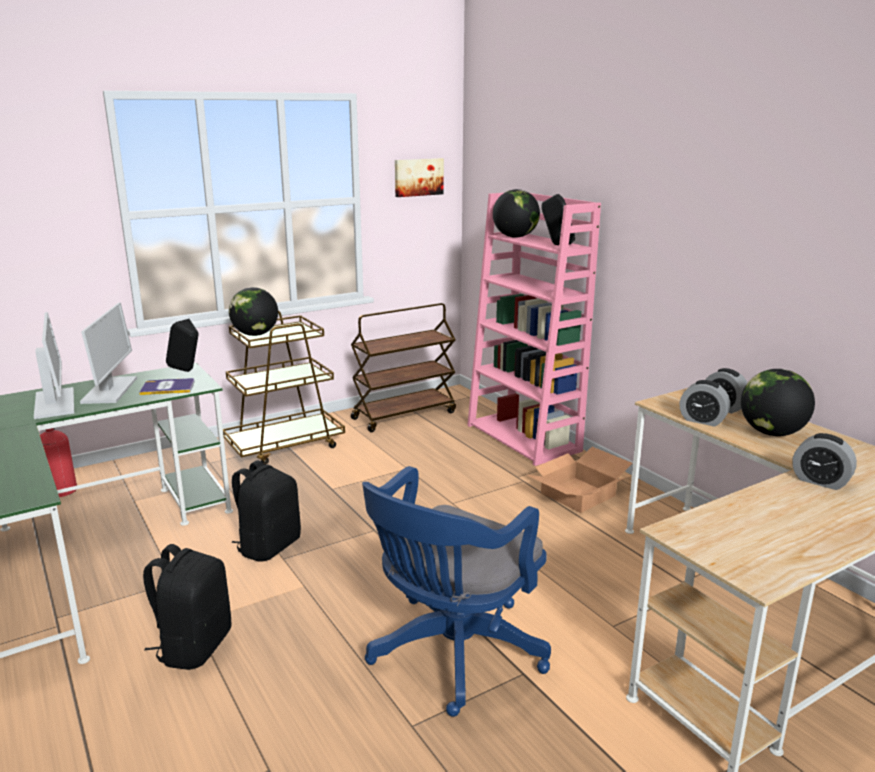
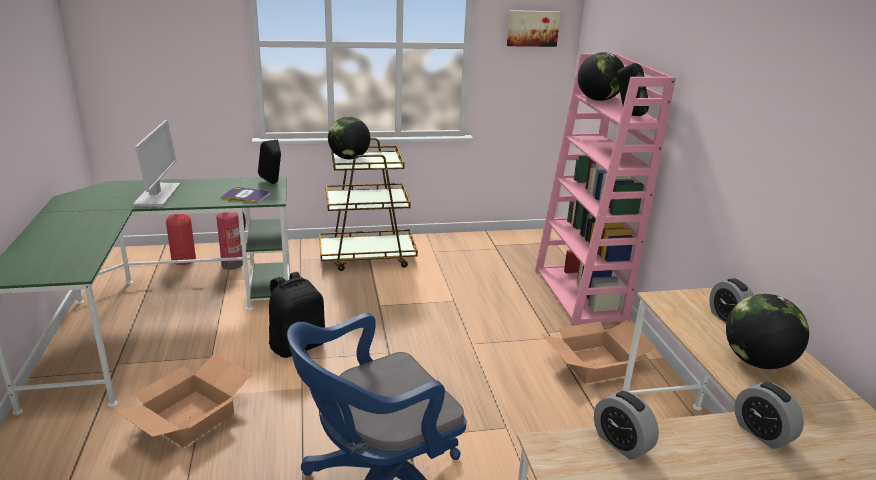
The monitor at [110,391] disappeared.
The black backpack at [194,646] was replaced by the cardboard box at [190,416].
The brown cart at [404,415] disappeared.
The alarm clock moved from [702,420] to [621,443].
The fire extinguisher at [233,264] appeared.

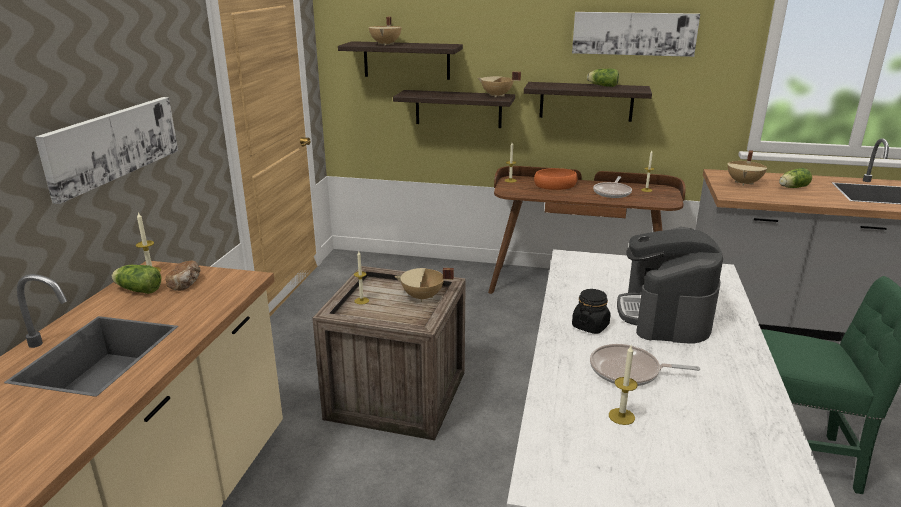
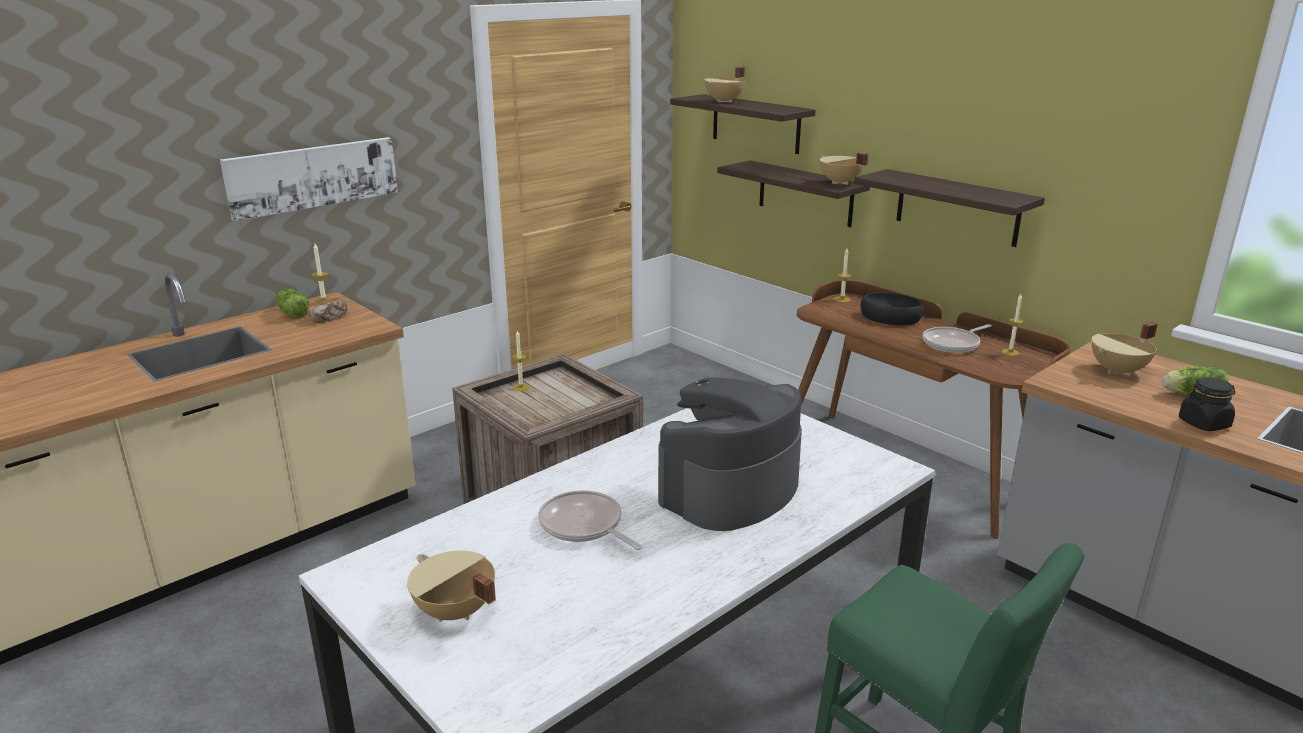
The beige cooking pot moved from [422,297] to [454,612].
The orange bowl at [555,185] became the black bowl at [891,317].
The picture at [634,33] disappeared.
The black jar moved from [590,326] to [1204,423].
The lettuce at [602,85] disappeared.
The candle at [621,416] disappeared.

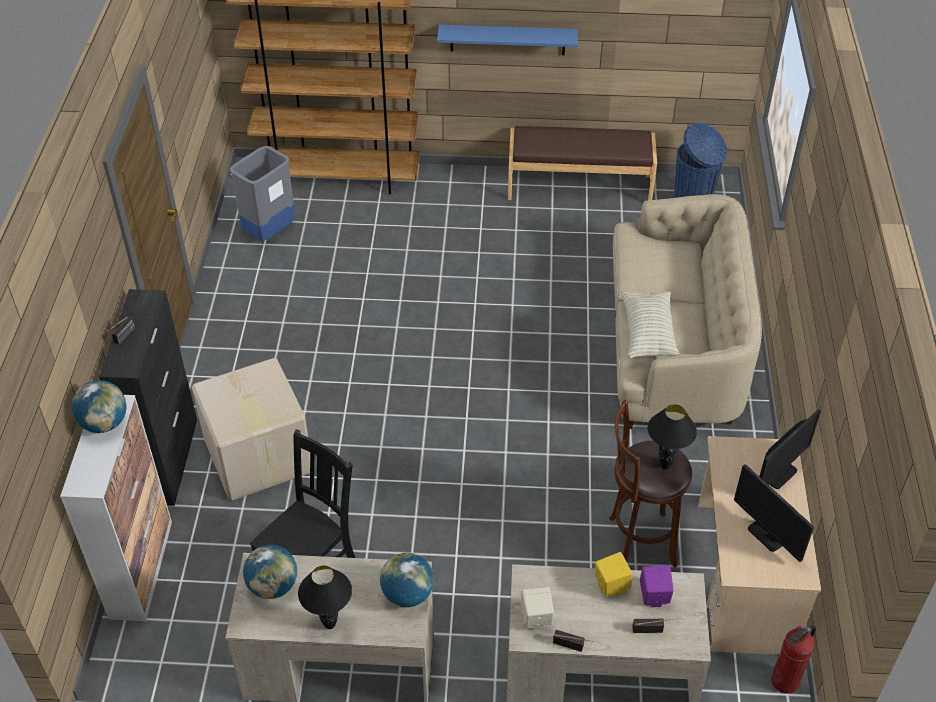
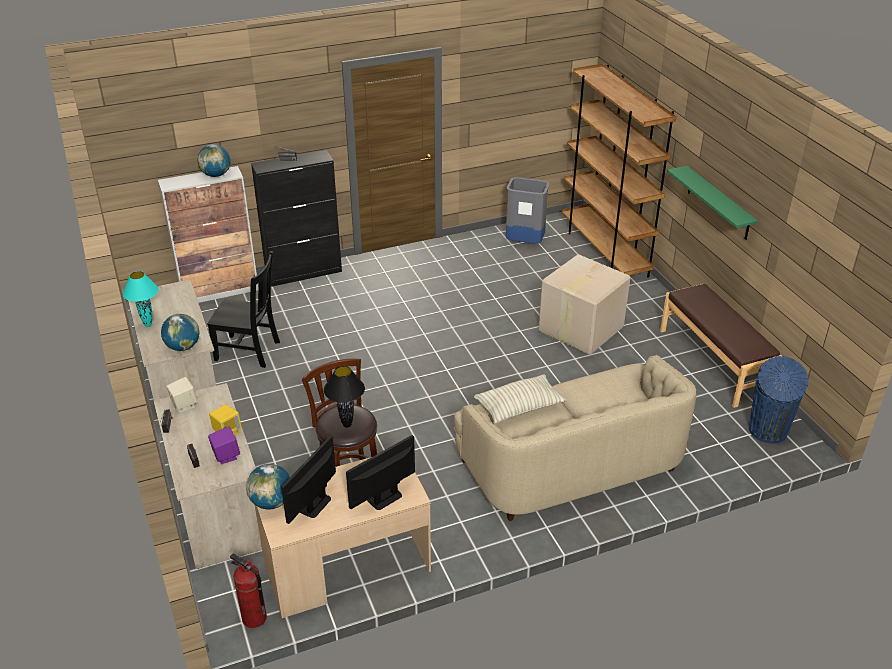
The cardboard box moved from [257,457] to [579,329].
The globe moved from [273,586] to [271,502].
The black table lamp at [330,625] became the turquoise table lamp at [147,325].
The blue shelf at [507,39] became the green shelf at [718,203].
The monitor at [778,473] turned 120 degrees clockwise.

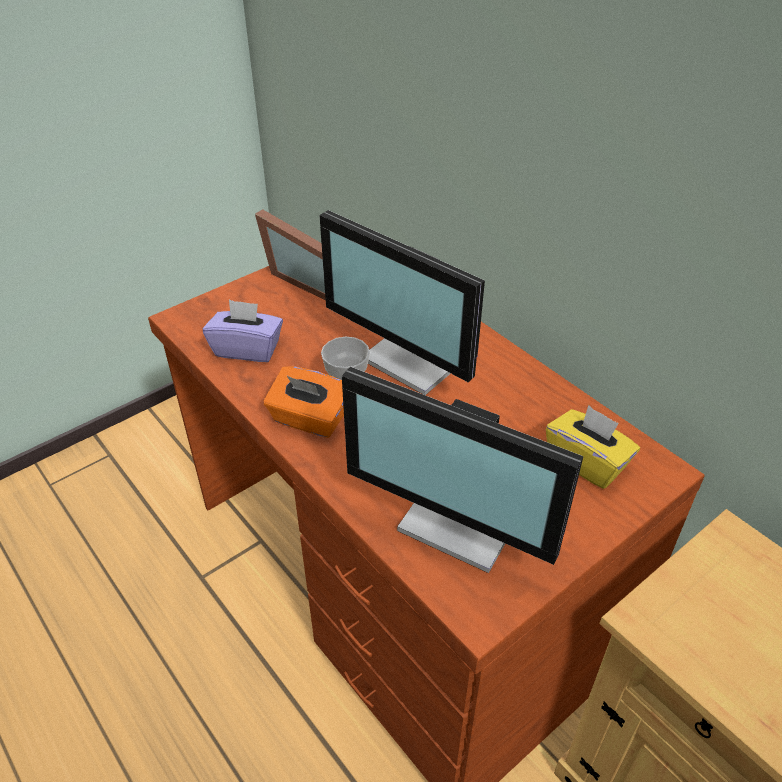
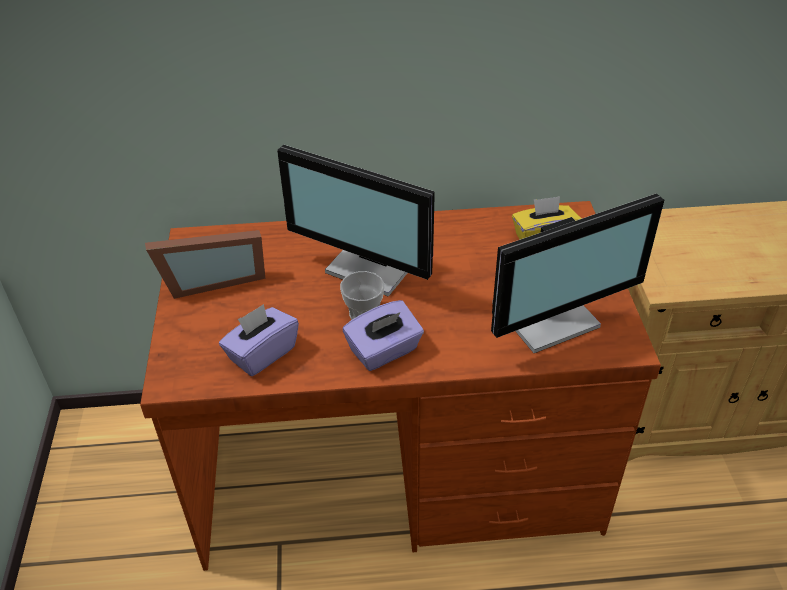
The orange tissue box at [309,419] became the purple tissue box at [384,351].
The monitor at [416,359] turned 45 degrees clockwise.

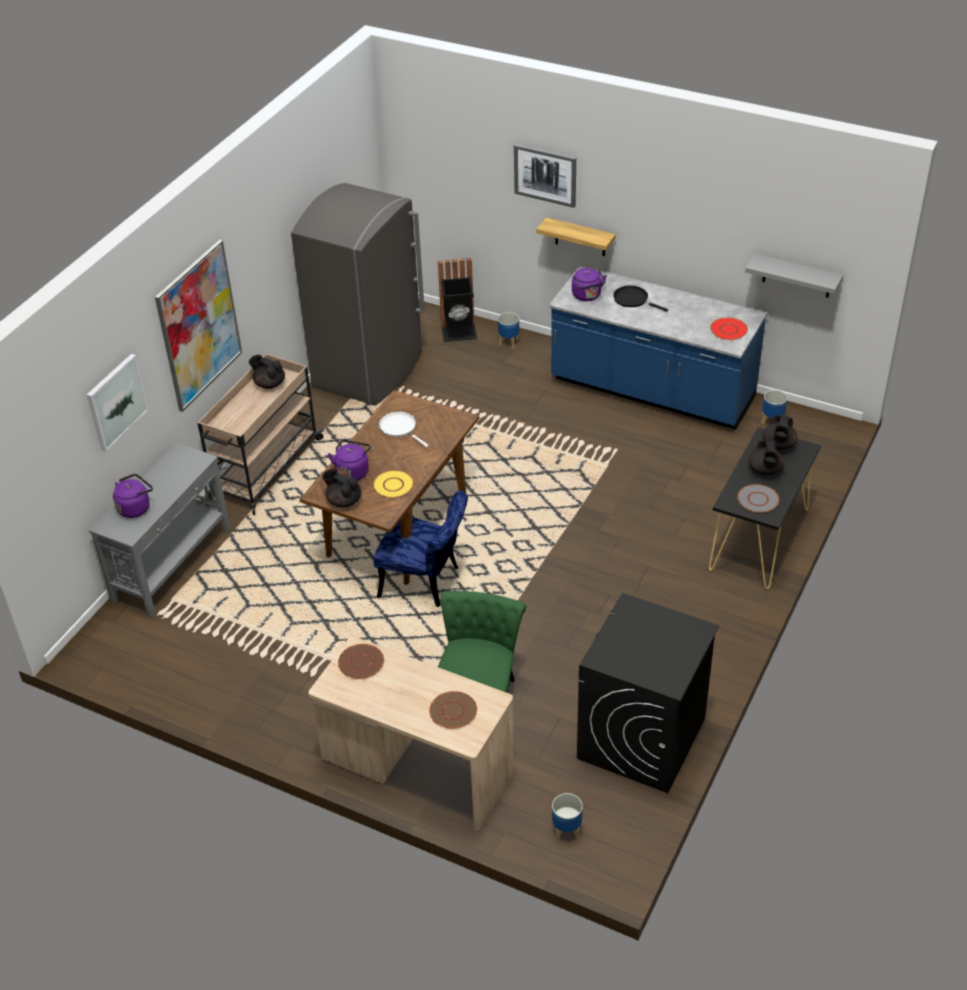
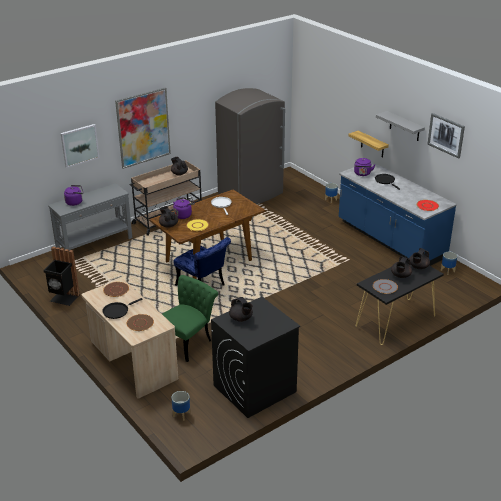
The black trash can moved from [459,333] to [64,298].
The picture moved from [545,175] to [446,135].
The grey shelf moved from [796,276] to [404,126].
The black frying pan at [117,311] appeared.
The black teapot at [241,318] appeared.

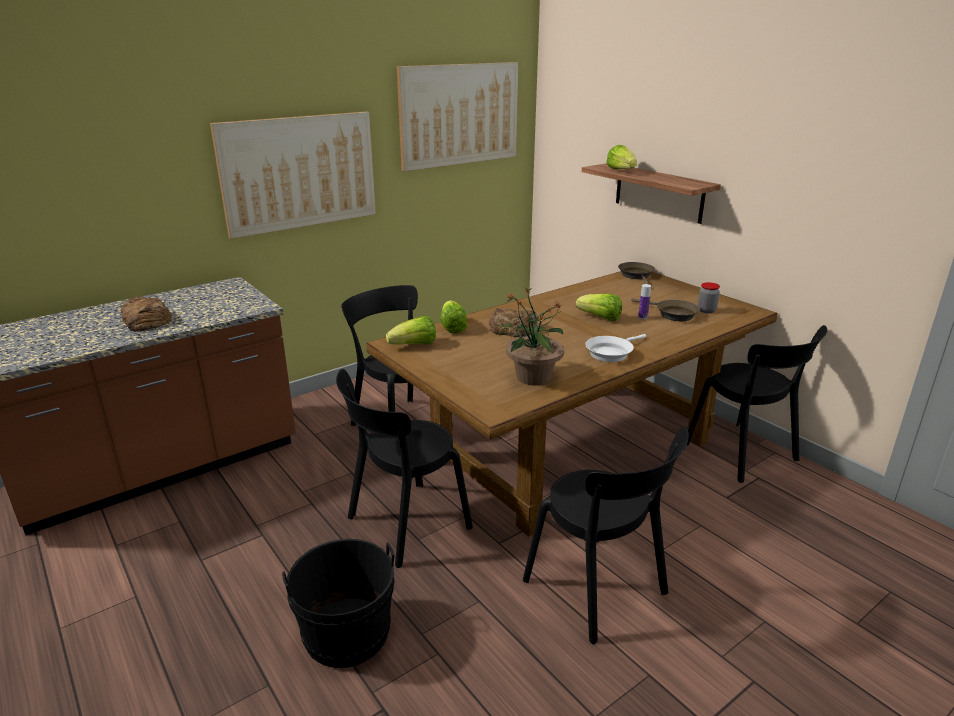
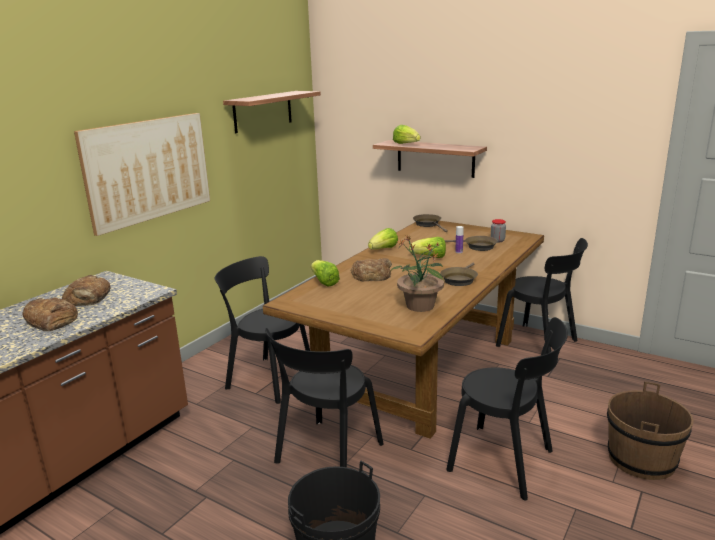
The lettuce moved from [414,345] to [383,249].
The picture at [459,115] was replaced by the shelf at [263,111].
The white frying pan at [611,353] became the brown frying pan at [459,279].
The bread at [88,297] appeared.
The brown bucket at [641,459] appeared.

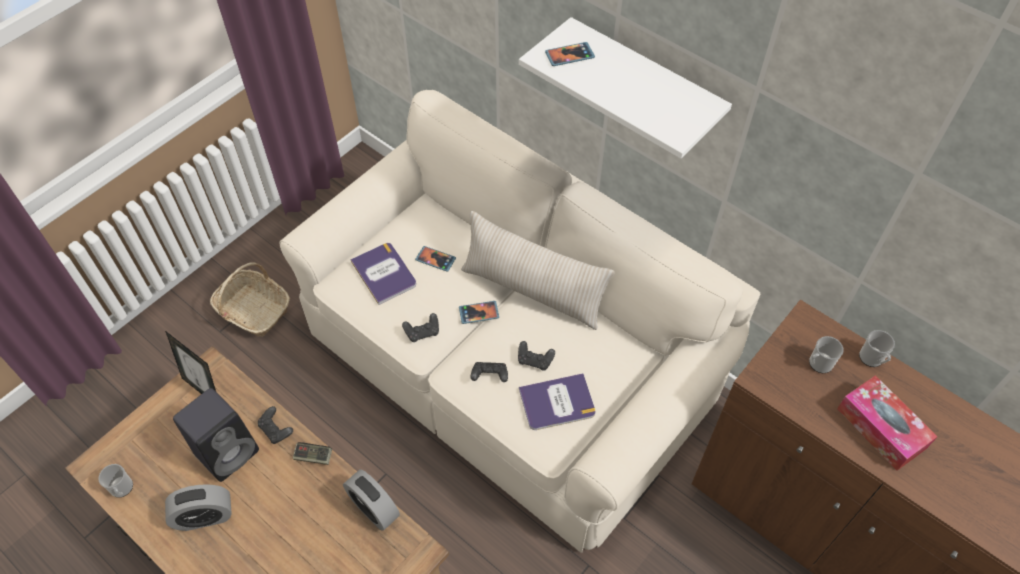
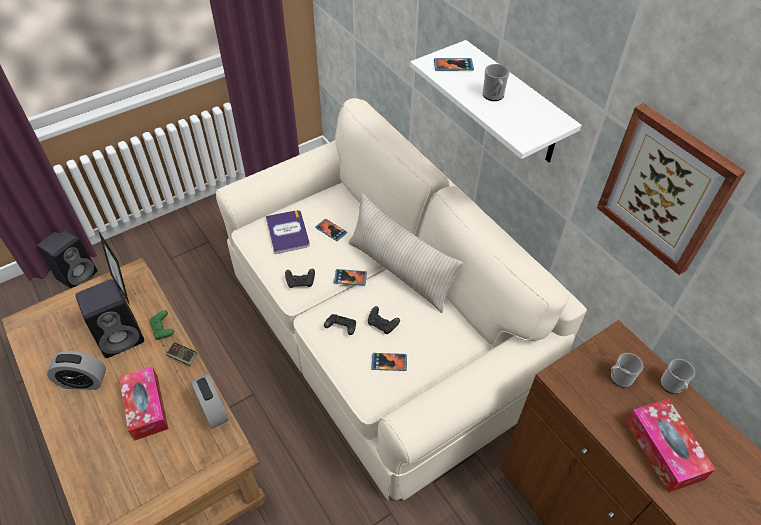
The mug moved from [122,489] to [493,96].
The basket at [253,310] disappeared.
The black game controller at [276,430] became the green game controller at [163,330].
The book at [557,402] was replaced by the phone at [389,362].
The black speaker at [78,274] appeared.
The tissue box at [146,407] appeared.
The picture at [665,189] appeared.

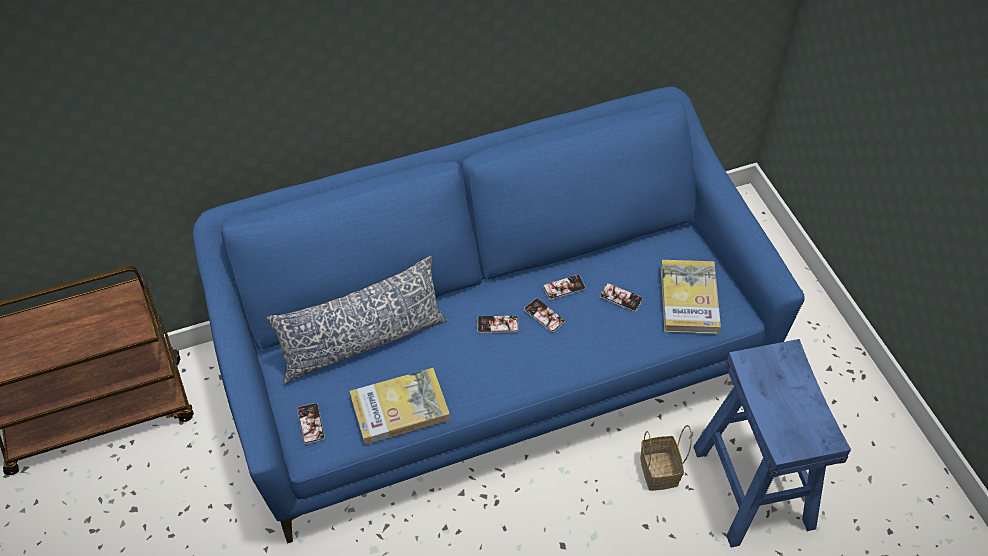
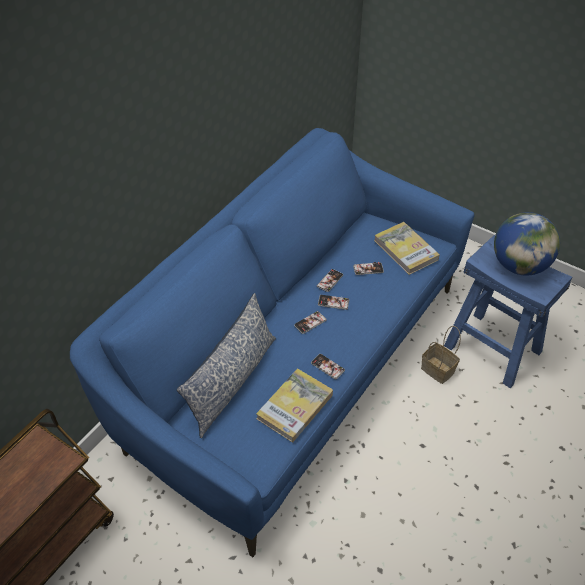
The phone moved from [311,424] to [327,367].
The globe at [519,266] appeared.

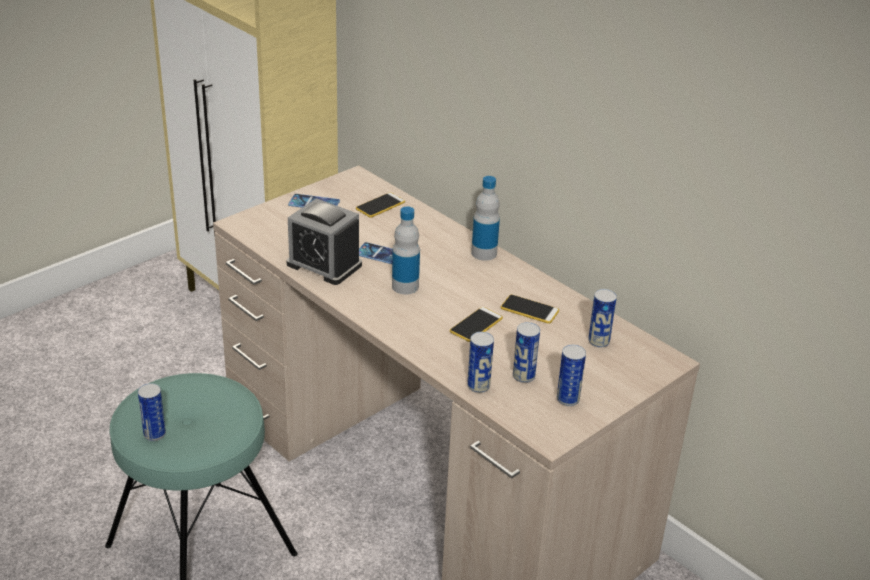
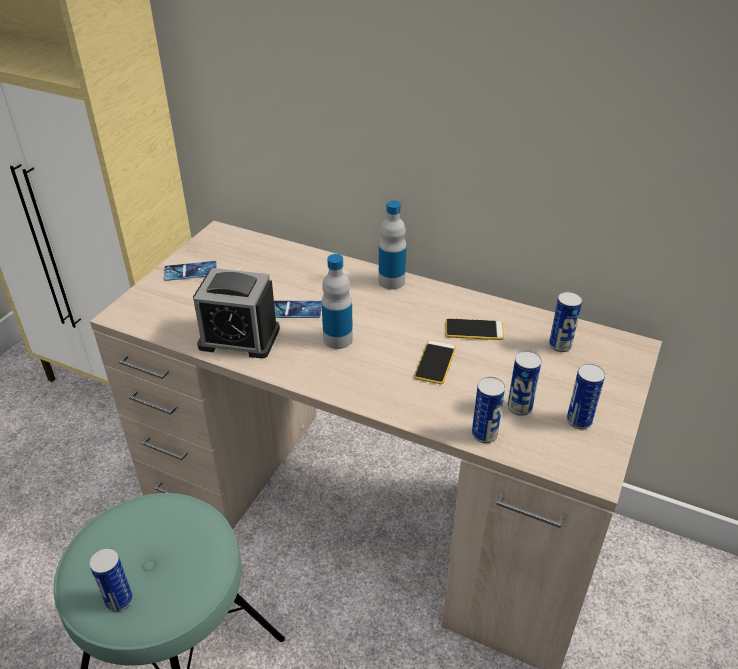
The phone at [380,205] disappeared.

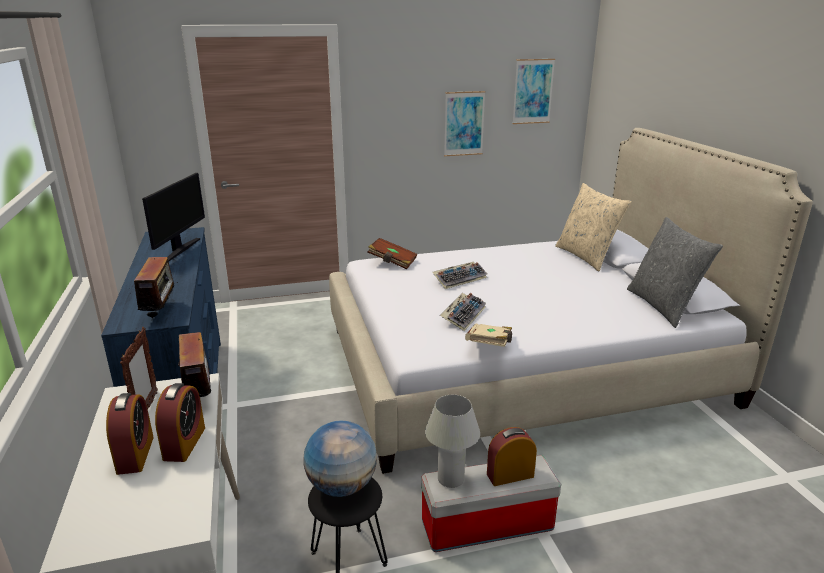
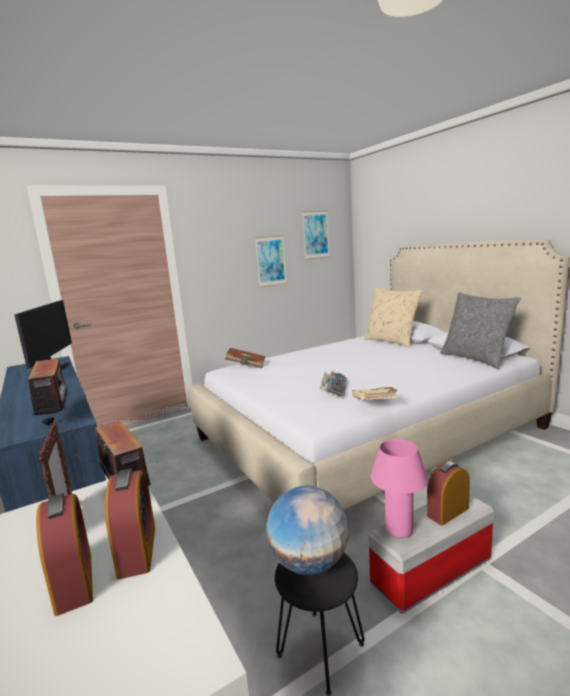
The white table lamp at [450,479] became the pink table lamp at [399,530].
The keyboard at [460,279] disappeared.

